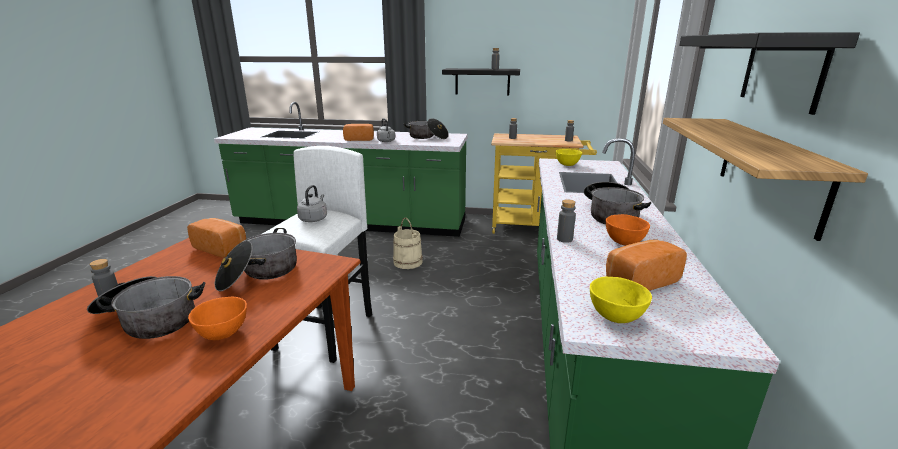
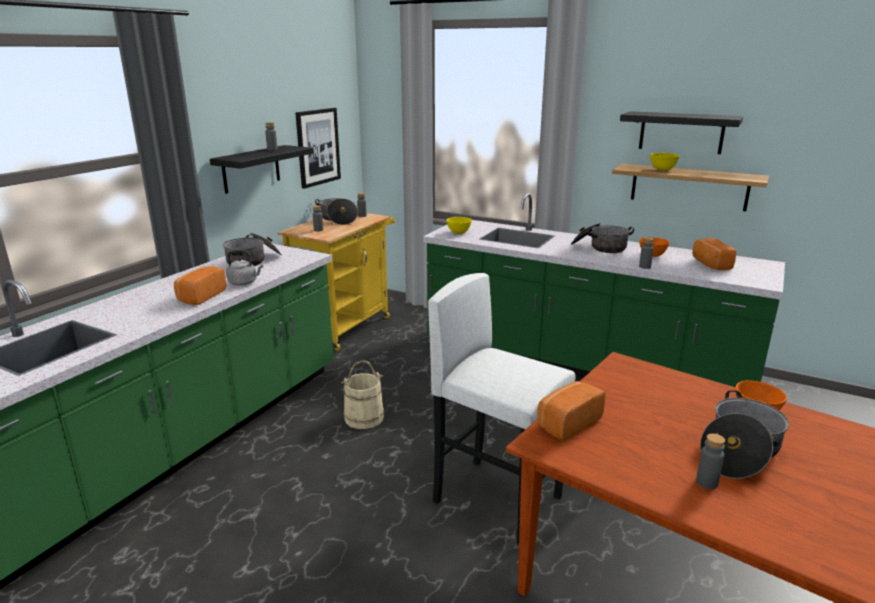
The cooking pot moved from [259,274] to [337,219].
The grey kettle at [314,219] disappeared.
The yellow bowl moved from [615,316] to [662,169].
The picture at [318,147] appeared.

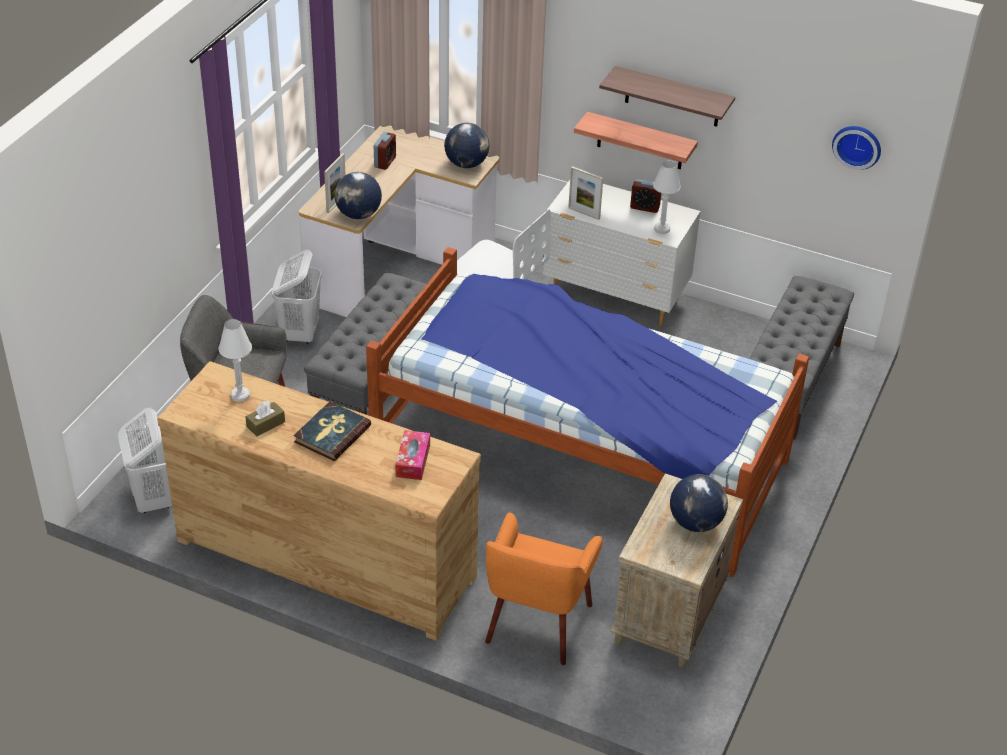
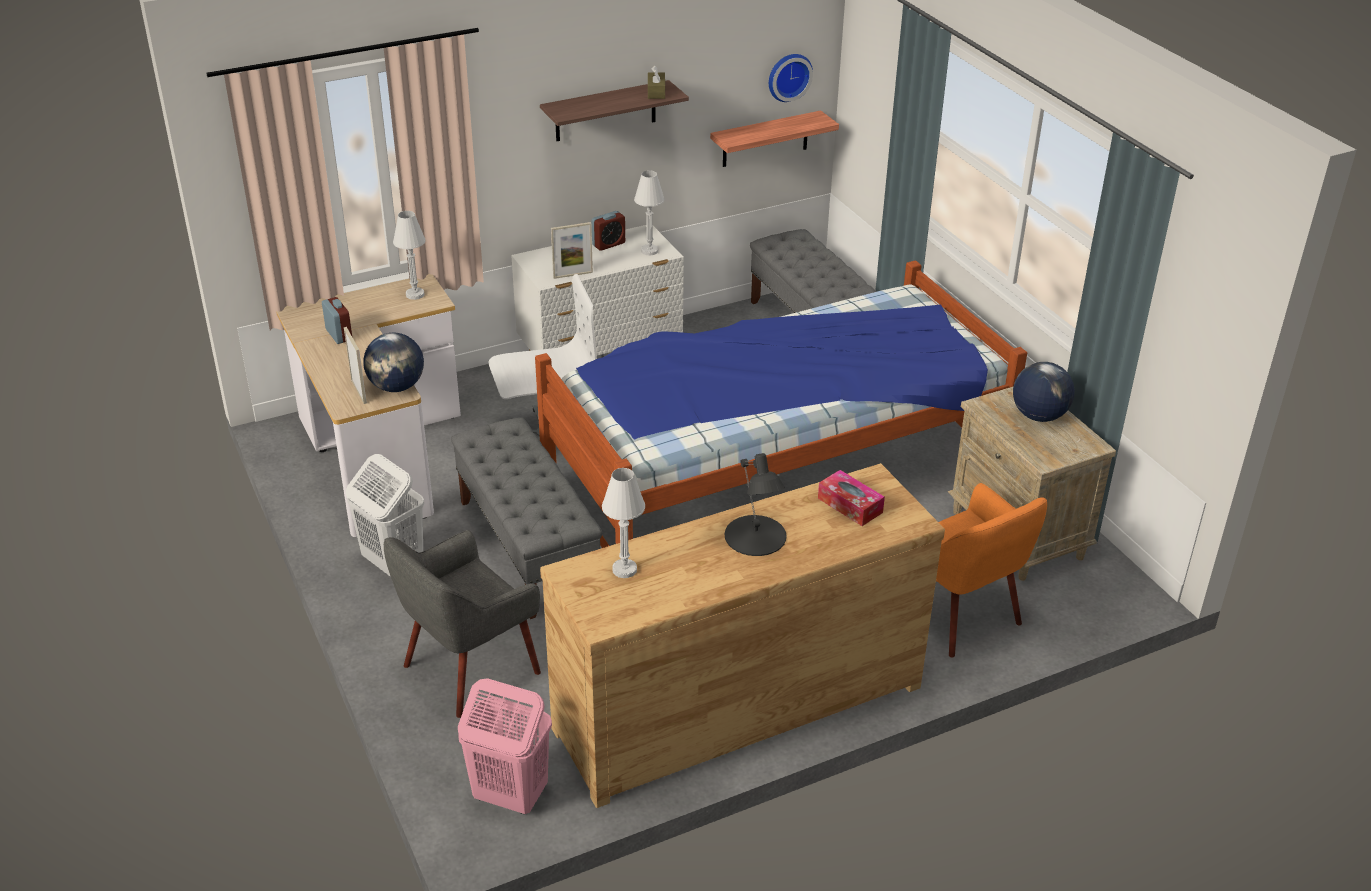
The white laundry basket at [153,499] became the pink laundry basket at [509,795].
The brown tissue box moved from [265,424] to [656,92].
The book at [332,434] was replaced by the black table lamp at [755,536].
The globe at [466,164] was replaced by the white table lamp at [415,294].
The shelf moved from [640,141] to [765,139].

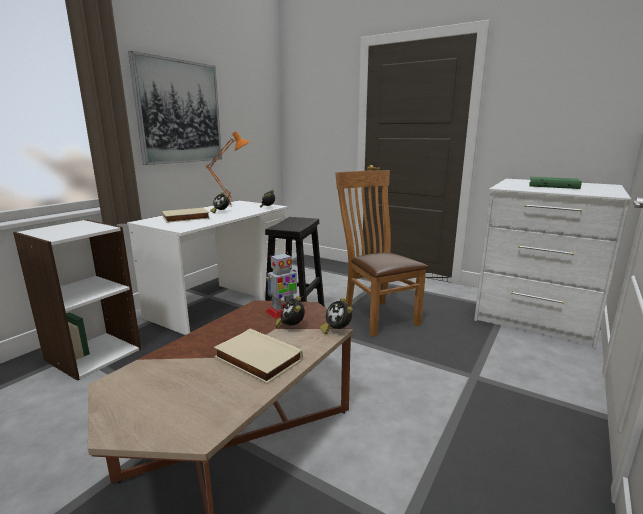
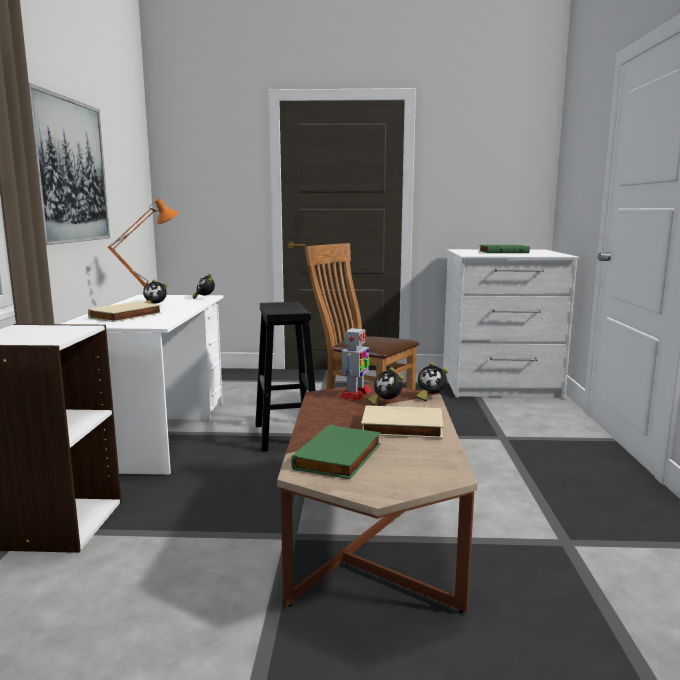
The green book at [340,457] appeared.

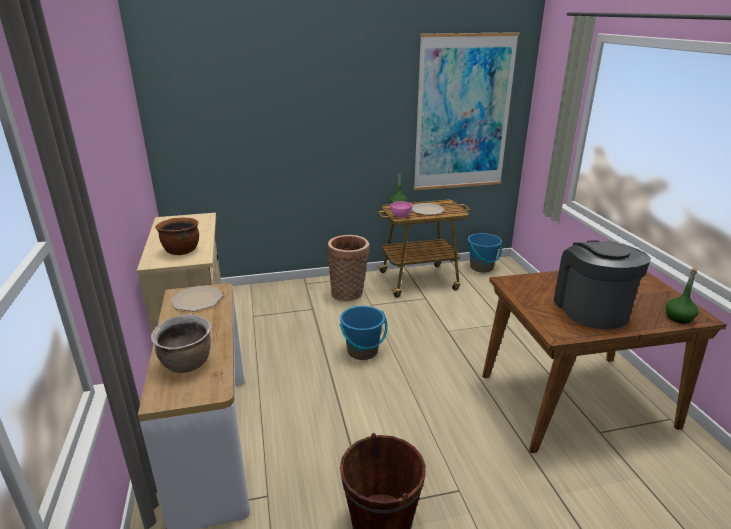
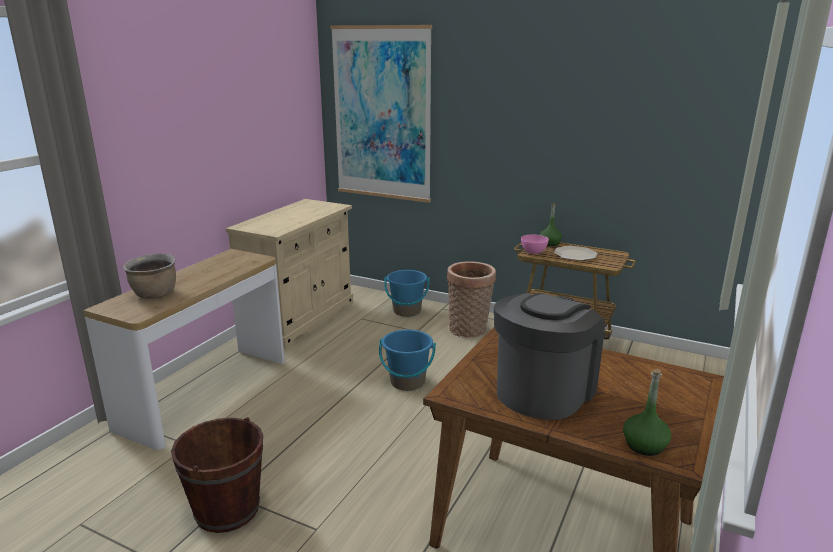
The brown cooking pot at [181,251] disappeared.
The plate at [197,300] disappeared.
The picture moved from [463,114] to [382,114].
The blue bucket moved from [481,267] to [407,311].

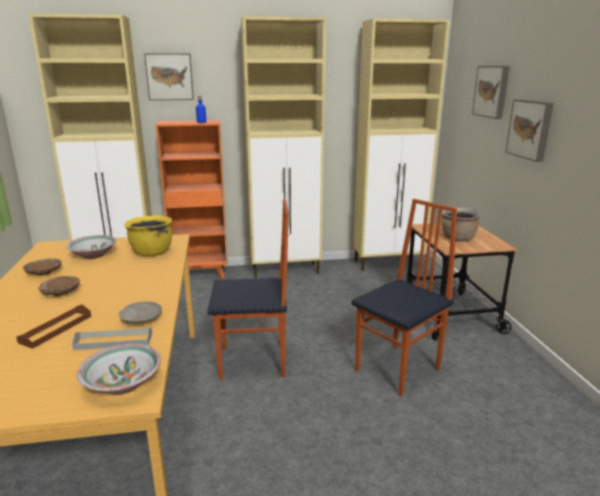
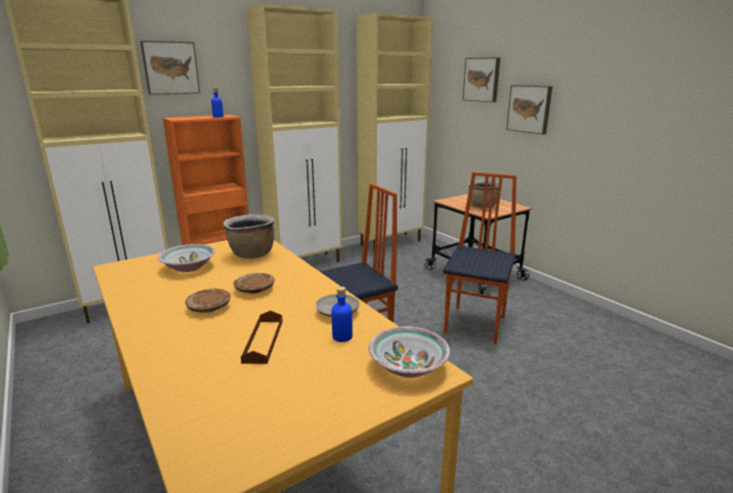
The brown plate moved from [43,272] to [254,289].
The grey tray at [113,341] was replaced by the blue bottle at [342,336].
The yellow cooking pot at [151,252] became the brown cooking pot at [251,254].

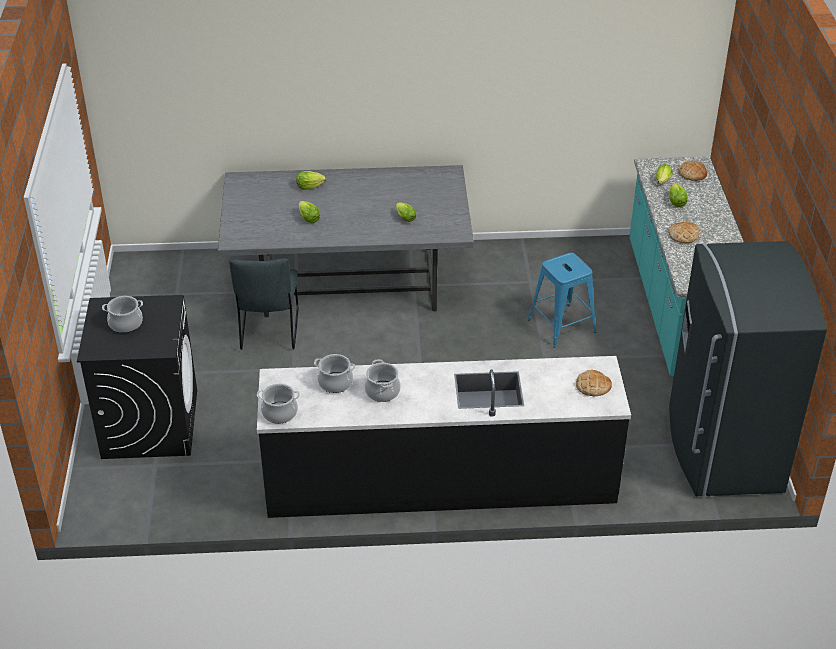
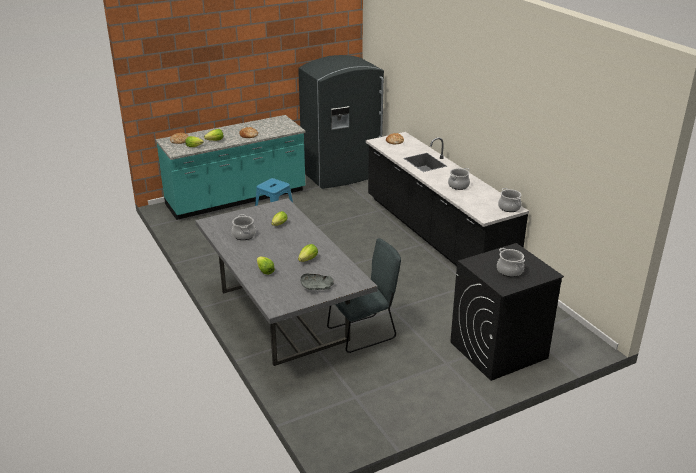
The cooking pot moved from [335,383] to [244,235].
The grey bowl at [316,286] appeared.

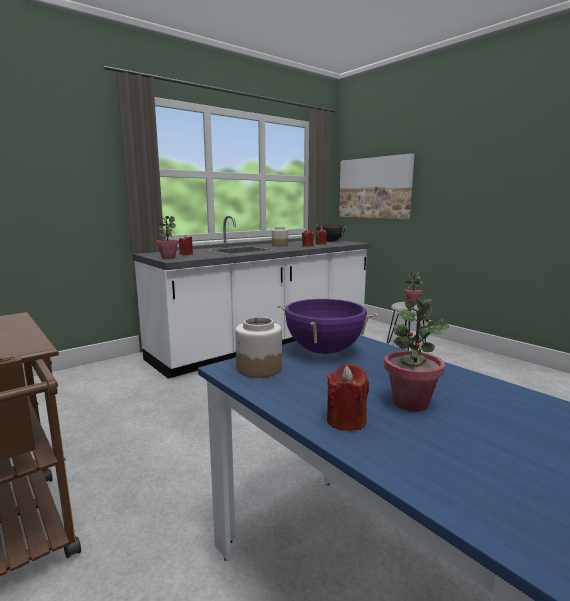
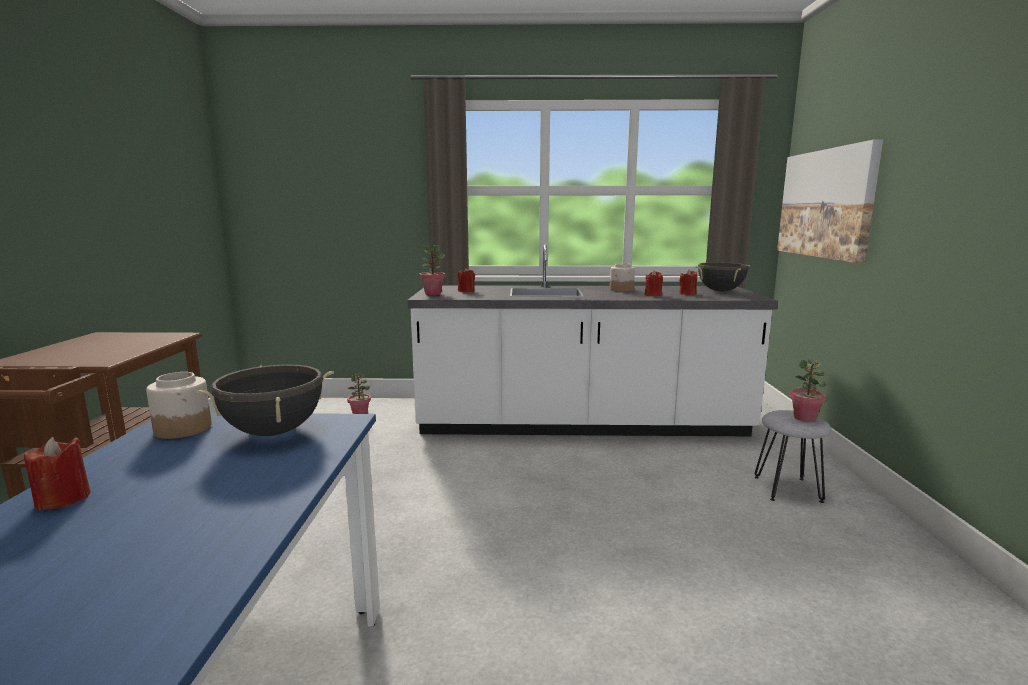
The purple cooking pot at [324,351] became the black cooking pot at [273,432].
The potted plant moved from [410,403] to [360,414].

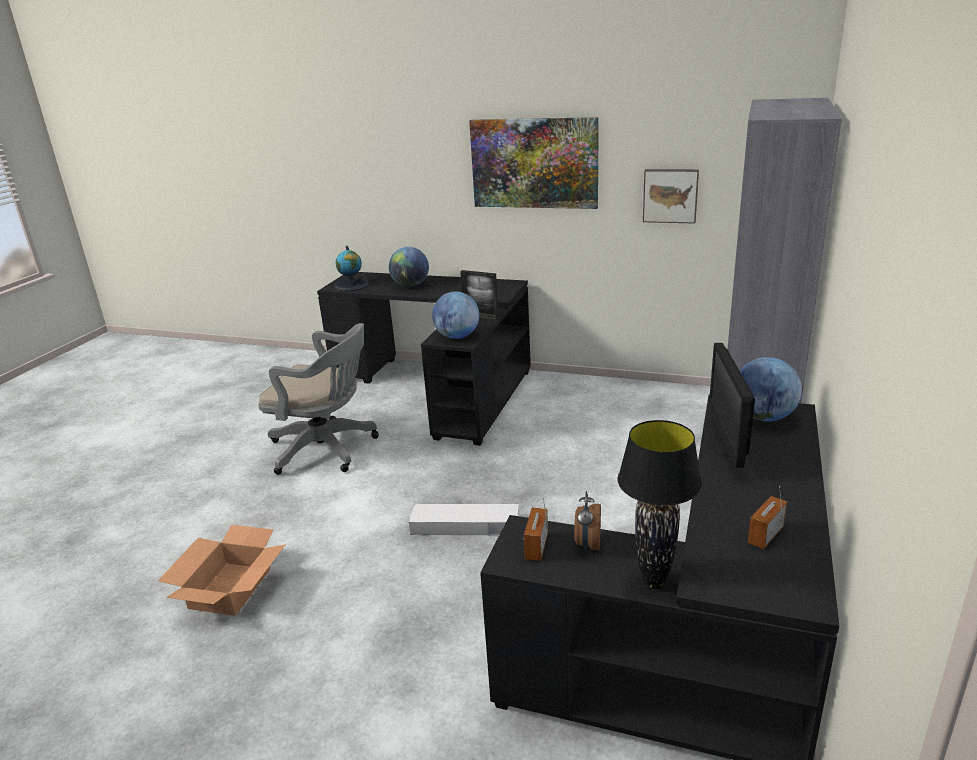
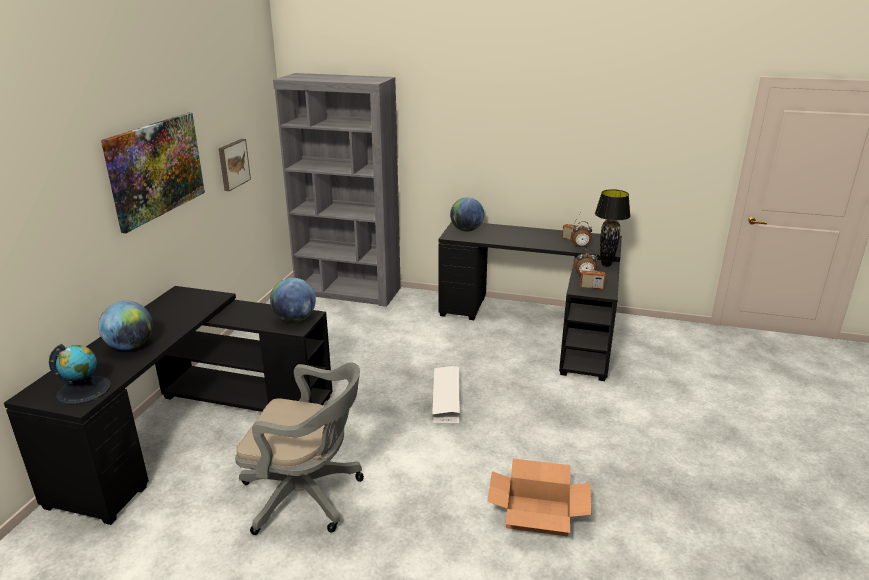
The grey office chair at [328,449] turned 90 degrees clockwise.
The picture frame at [481,317] disappeared.
The monitor at [727,447] disappeared.
The alarm clock at [580,247] appeared.

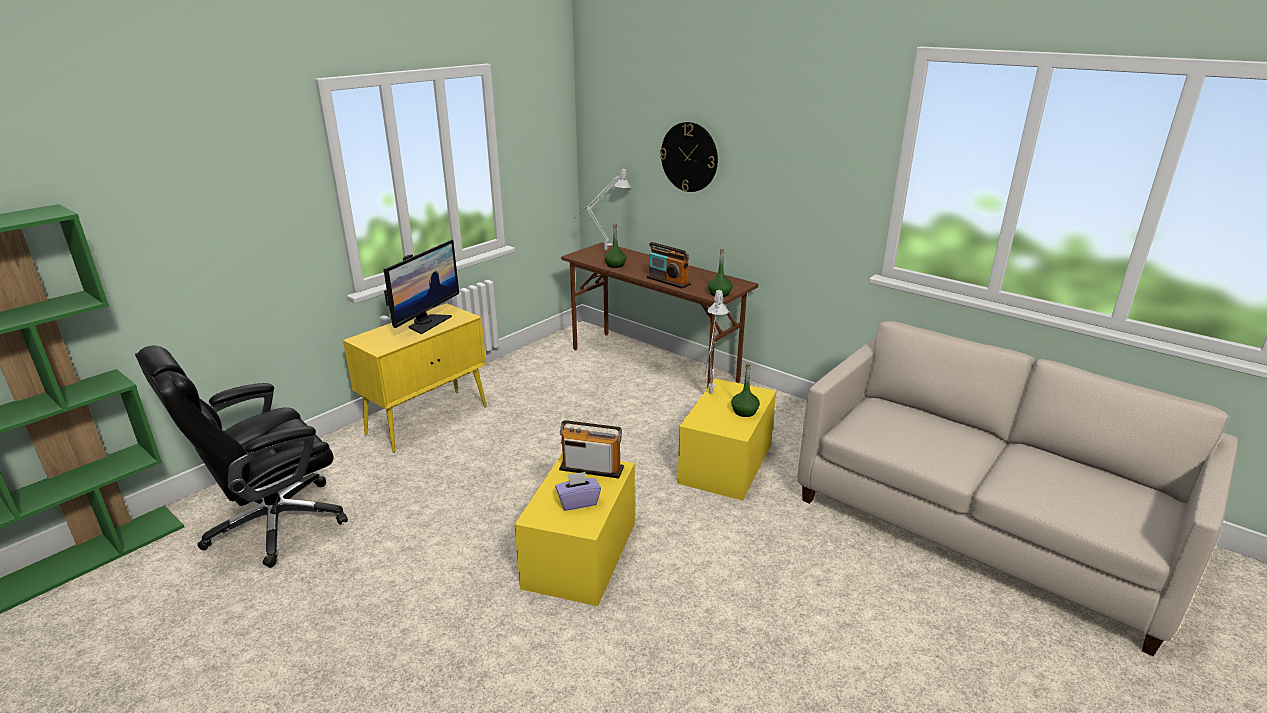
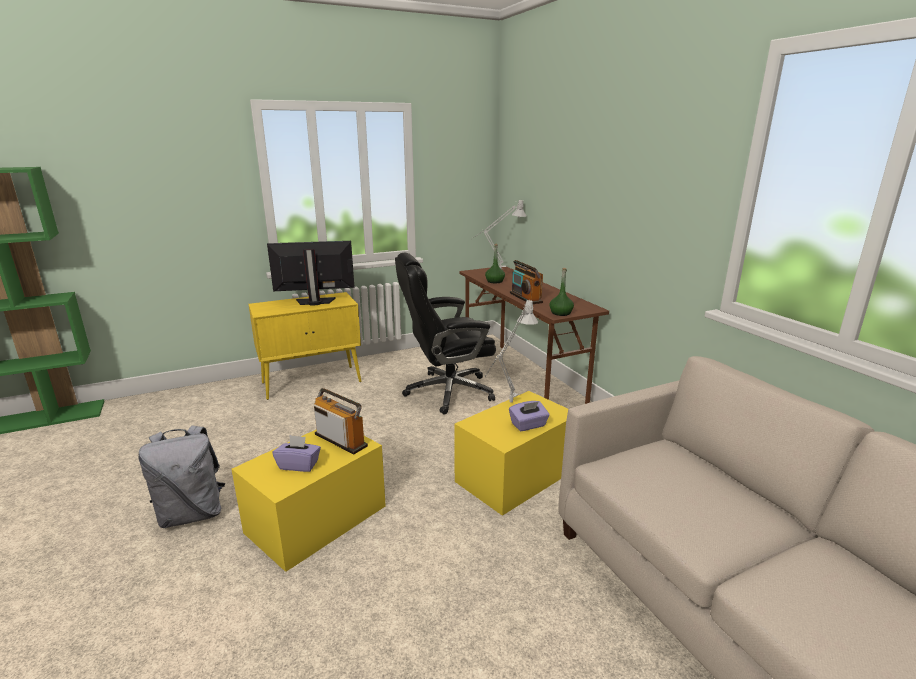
The black office chair moved from [273,524] to [447,392].
The monitor at [427,323] turned 150 degrees counterclockwise.
The wall clock at [689,157] disappeared.
The green bottle at [744,411] was replaced by the purple tissue box at [528,425].
The grey backpack at [192,514] appeared.

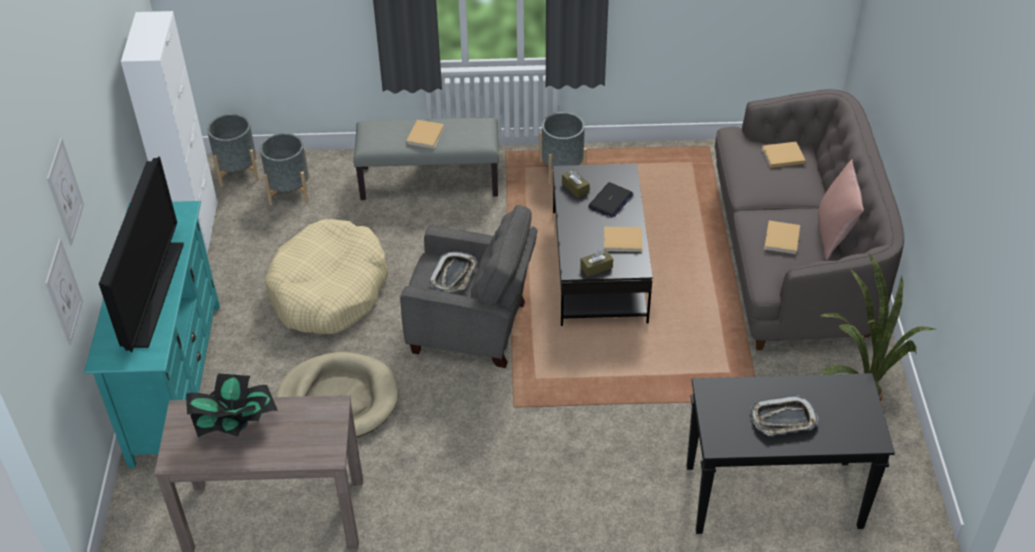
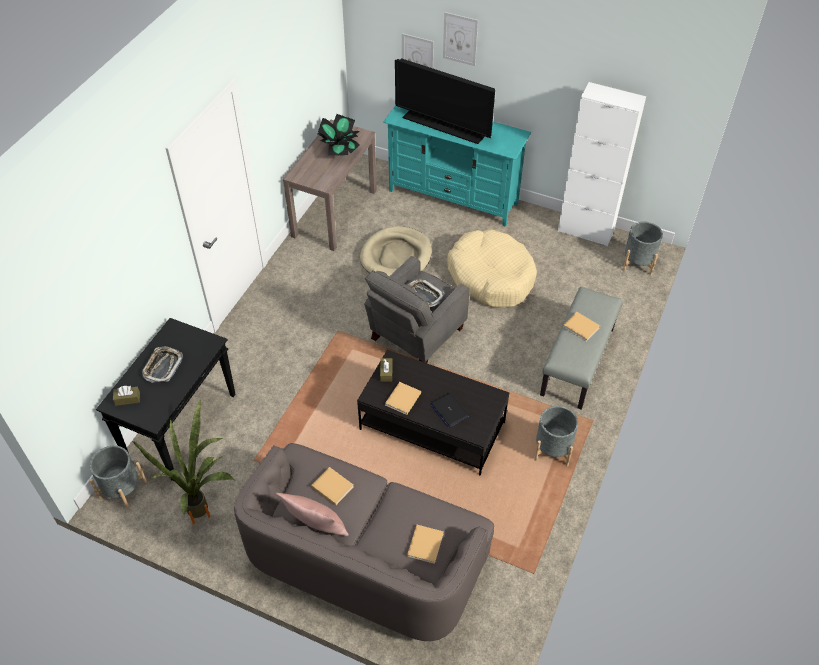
The grey planter moved from [289,191] to [123,489].
The brown tissue box moved from [575,188] to [127,399].

